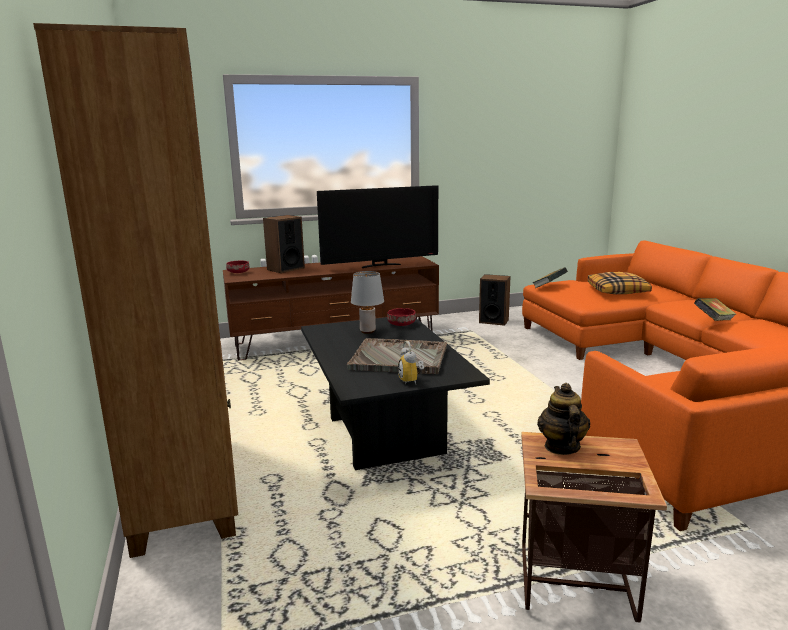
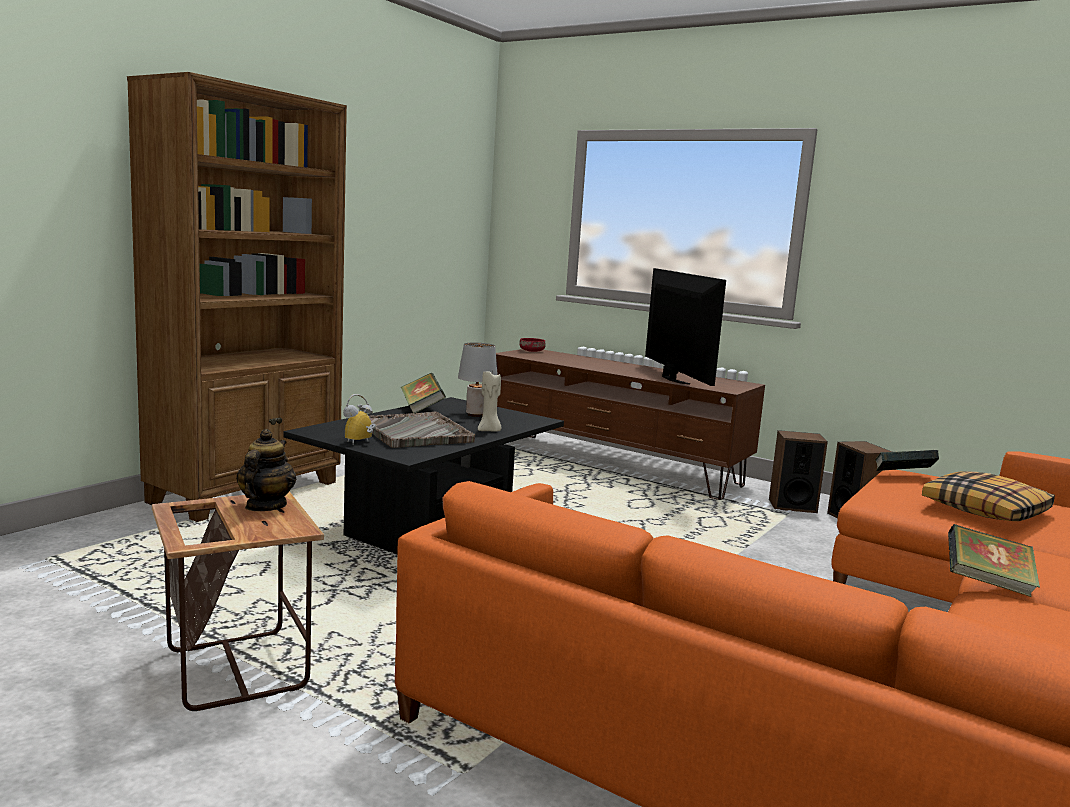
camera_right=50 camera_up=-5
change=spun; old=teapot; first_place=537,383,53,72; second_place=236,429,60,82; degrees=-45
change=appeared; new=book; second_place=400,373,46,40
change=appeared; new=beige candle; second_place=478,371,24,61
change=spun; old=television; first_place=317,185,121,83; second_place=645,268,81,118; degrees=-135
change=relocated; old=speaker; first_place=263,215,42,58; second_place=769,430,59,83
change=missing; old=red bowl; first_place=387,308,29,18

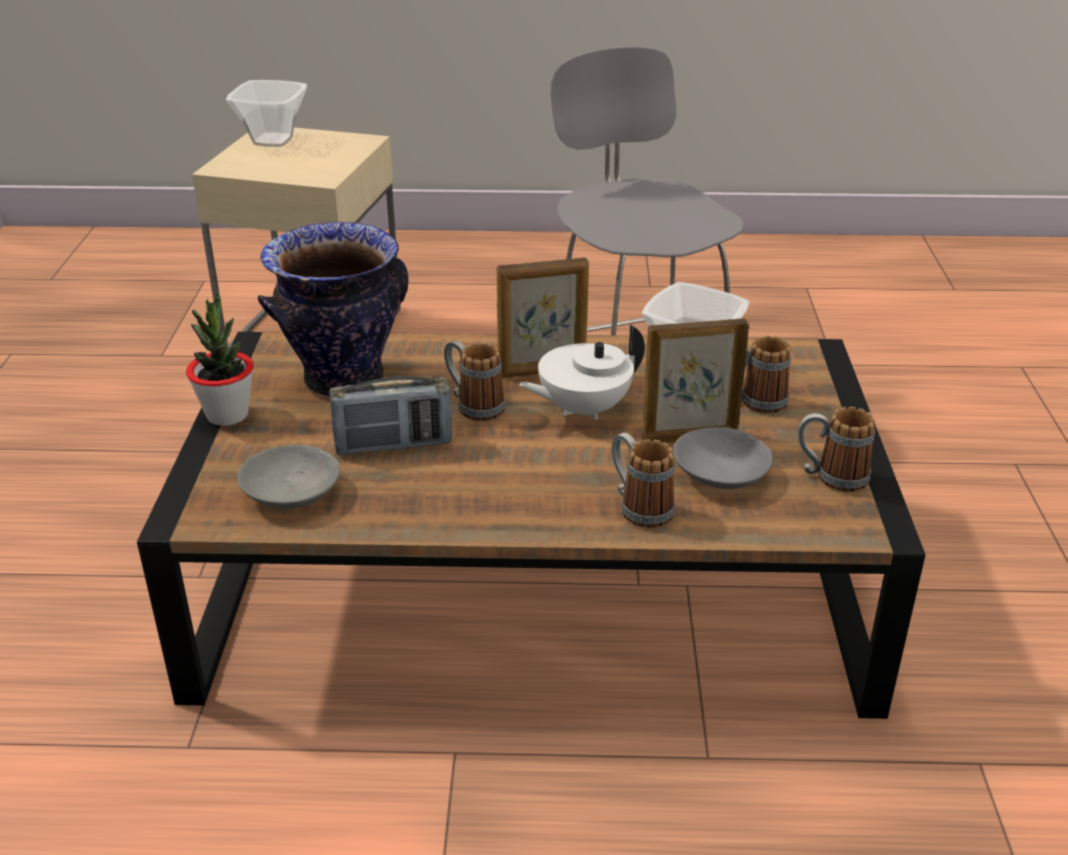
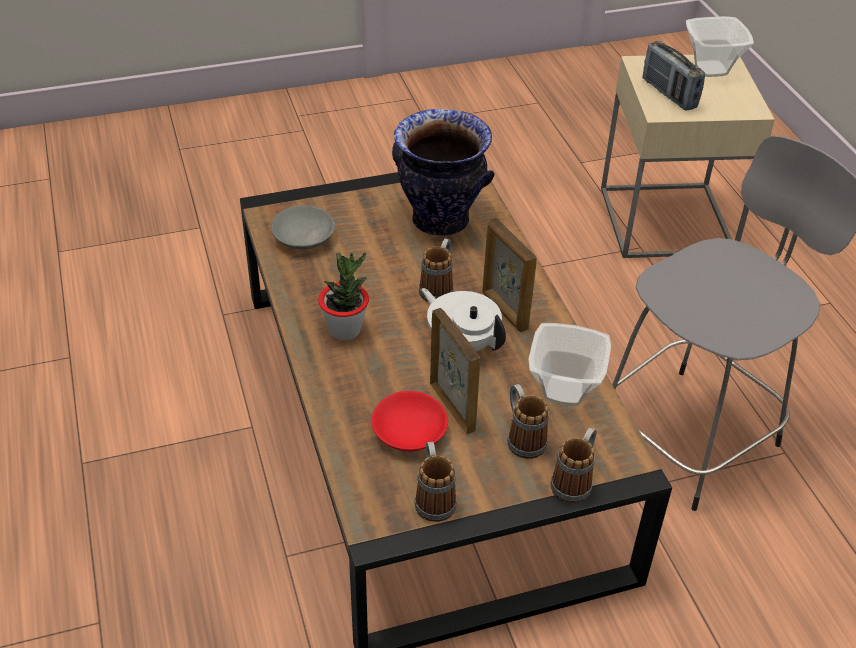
camera_right=70 camera_up=10
change=relocated; old=potted plant; first_place=186,290,68,136; second_place=318,252,51,89
change=colour; old=grey bowl; new=red bowl; first_place=673,427,99,62; second_place=372,391,76,60
change=relocated; old=mug; first_place=612,433,63,95; second_place=551,427,46,76
change=relocated; old=radio; first_place=330,376,122,79; second_place=643,41,62,70

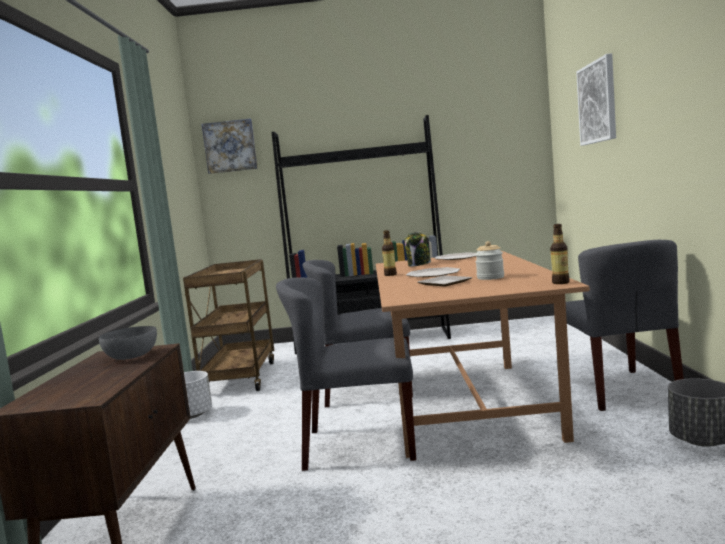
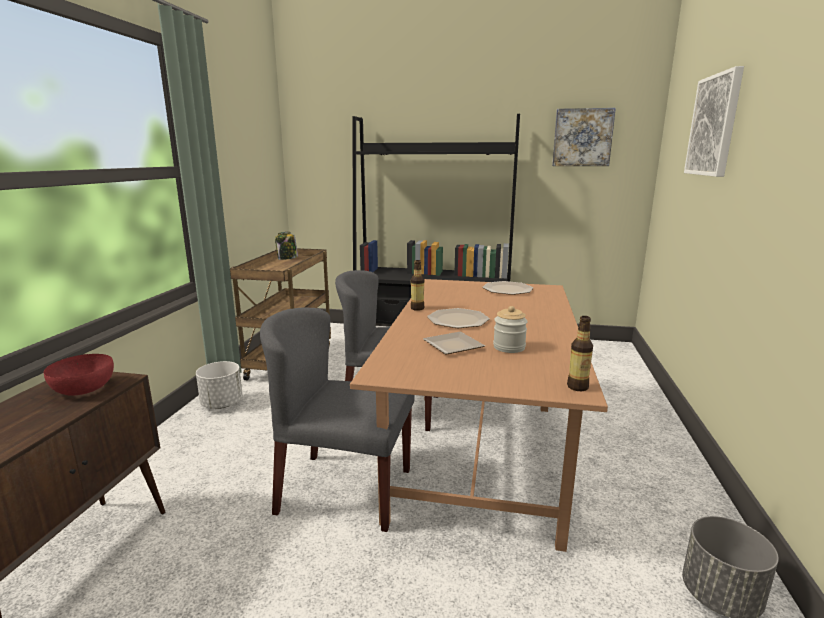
camera_right=10 camera_up=10
change=colour; old=grey bowl; new=red bowl; first_place=99,326,58,34; second_place=44,354,70,42
change=relocated; old=jar; first_place=404,232,27,35; second_place=275,232,23,28
change=relocated; old=picture; first_place=202,118,56,56; second_place=552,108,64,58
change=missing; old=grey chair; first_place=566,240,118,171

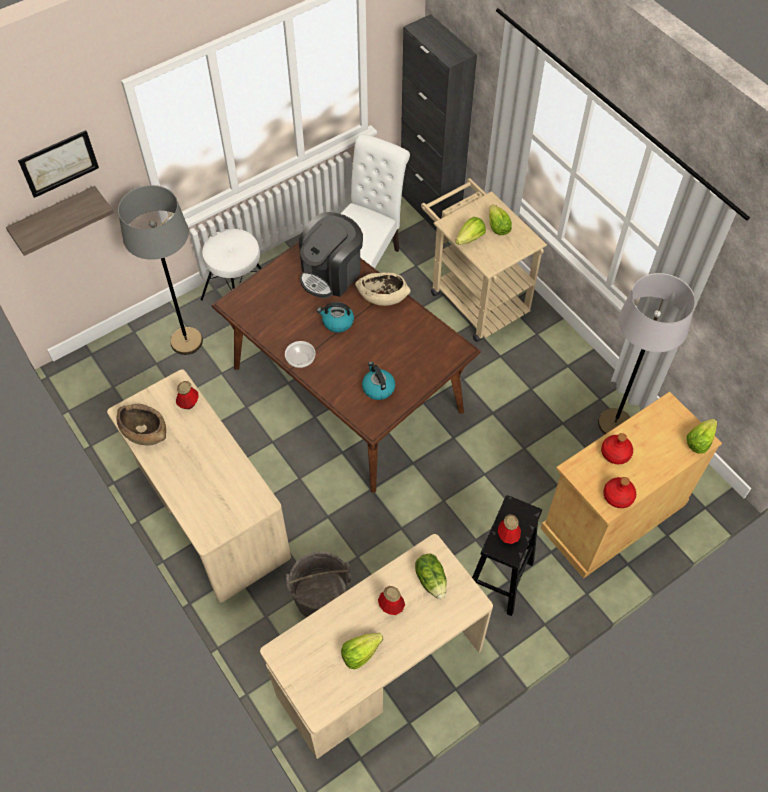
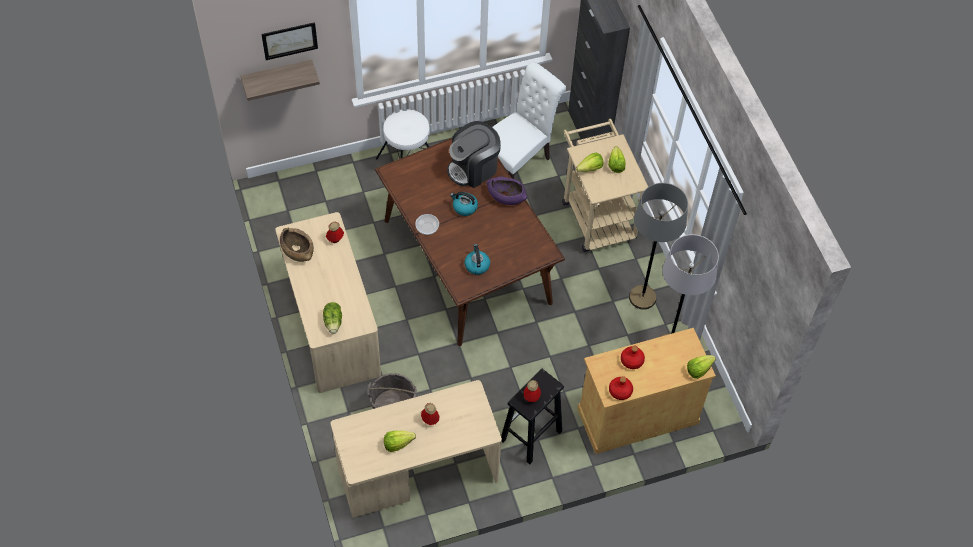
camera_right=15 camera_up=0
change=relocated; old=lettuce; first_place=415,554,32,45; second_place=323,302,19,32
change=colour; old=beige bowl; new=purple bowl; first_place=355,273,56,33; second_place=487,177,40,28
change=relocated; old=grey floor lamp; first_place=118,185,85,170; second_place=629,183,59,127

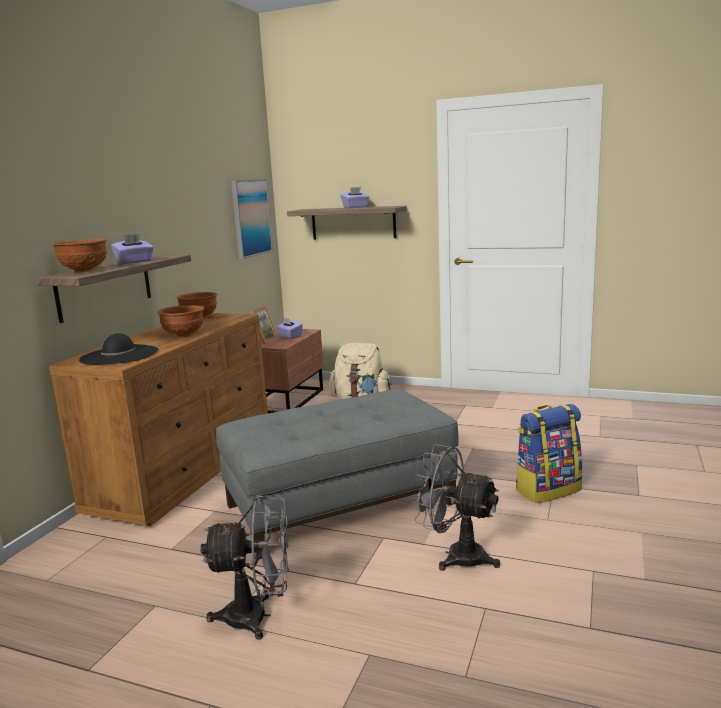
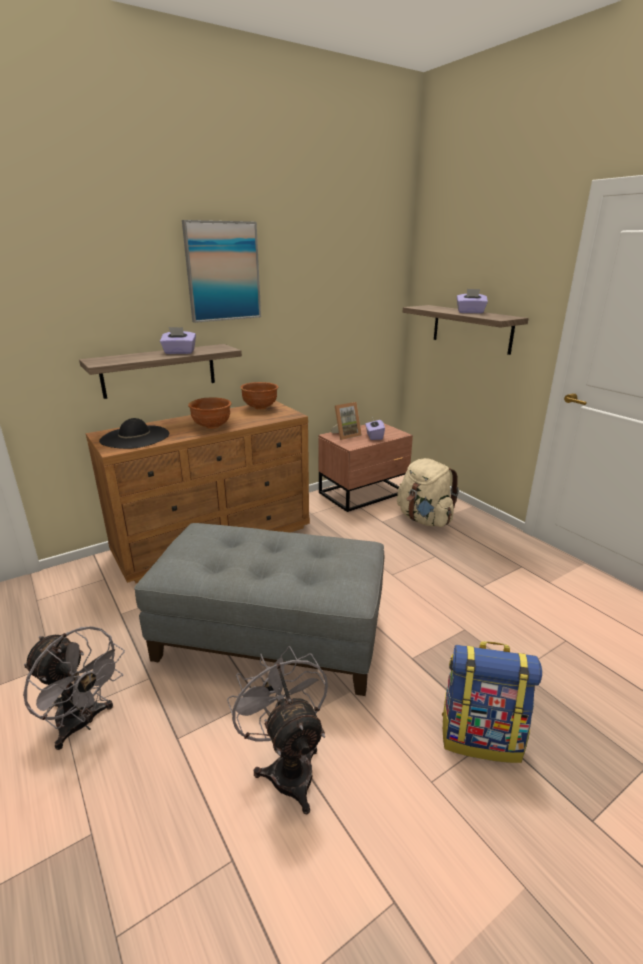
camera_right=35 camera_up=10
change=relocated; old=picture; first_place=231,179,42,80; second_place=182,220,79,103
change=missing; old=brown bowl; first_place=52,239,55,33

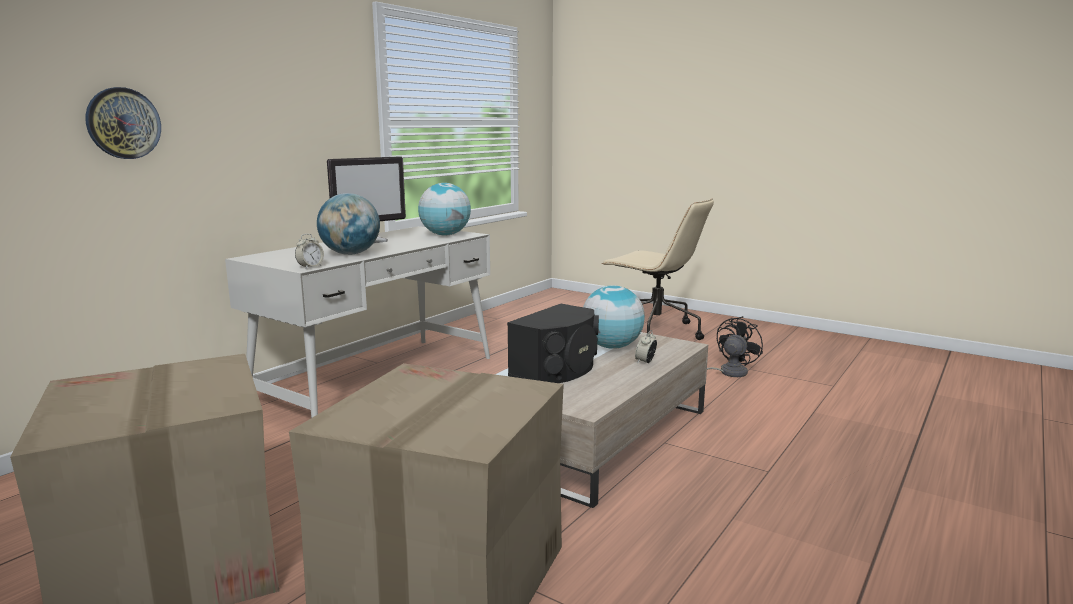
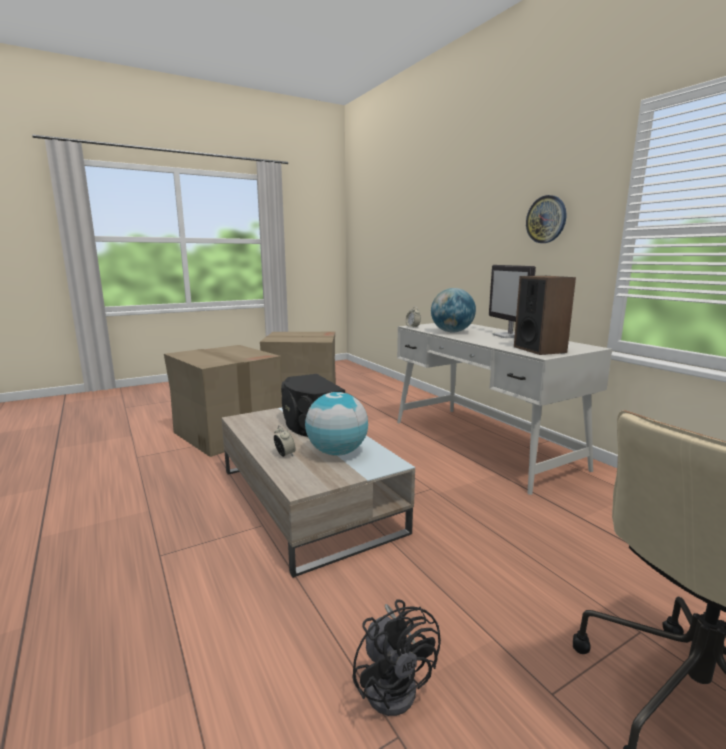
camera_right=115 camera_up=0
change=exchanged; old=globe; new=speaker; first_place=418,183,53,53; second_place=514,276,62,79
change=relocated; old=wall clock; first_place=85,87,76,72; second_place=526,195,40,48

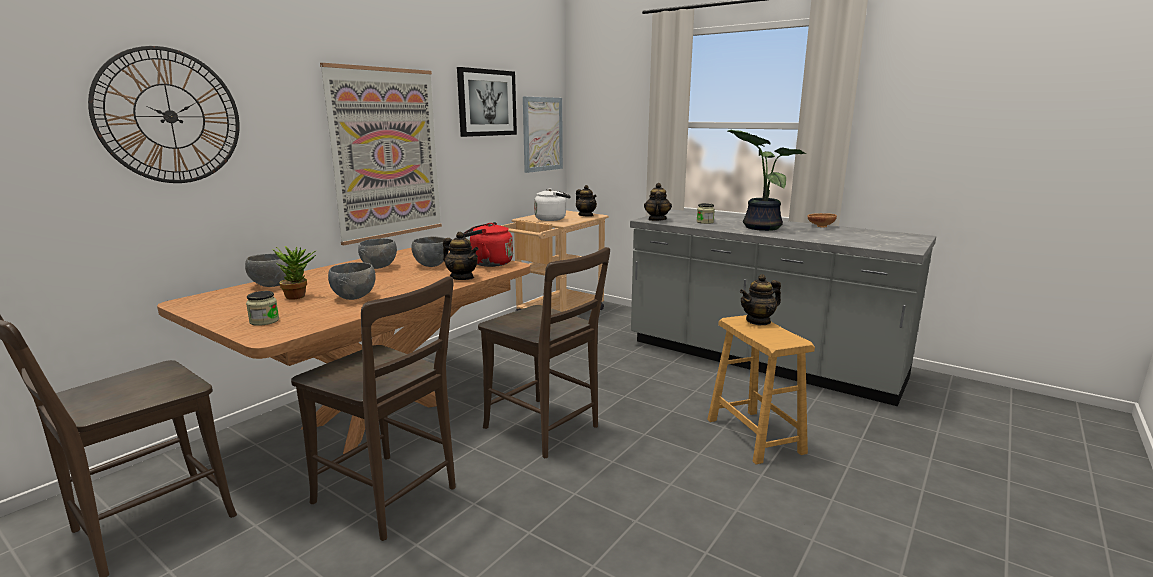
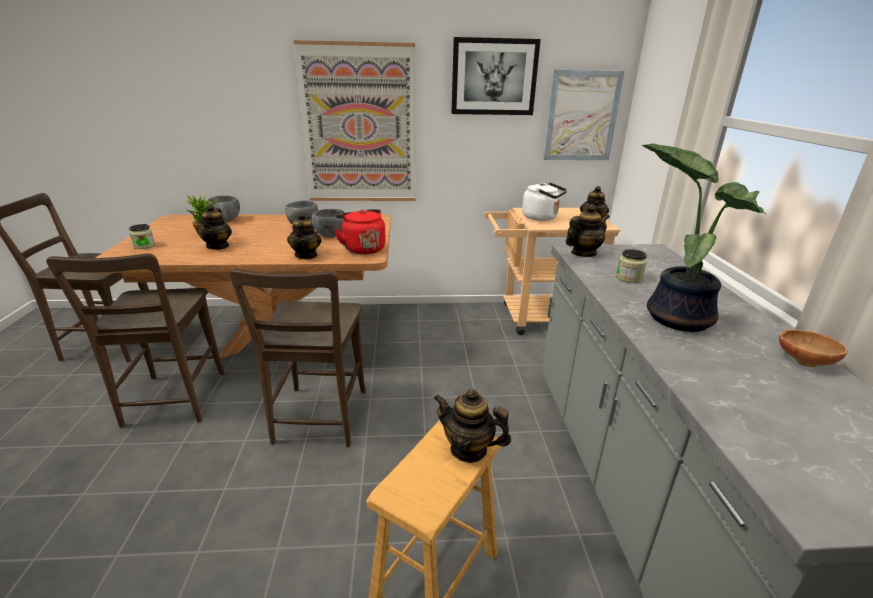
camera_right=50 camera_up=10
change=exchanged; old=grey bowl; new=teapot; first_place=328,262,48,38; second_place=197,205,35,45
change=missing; old=wall clock; first_place=88,46,152,137

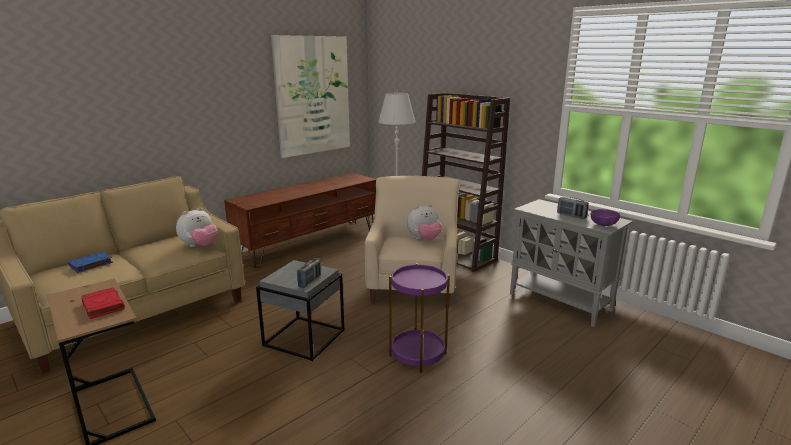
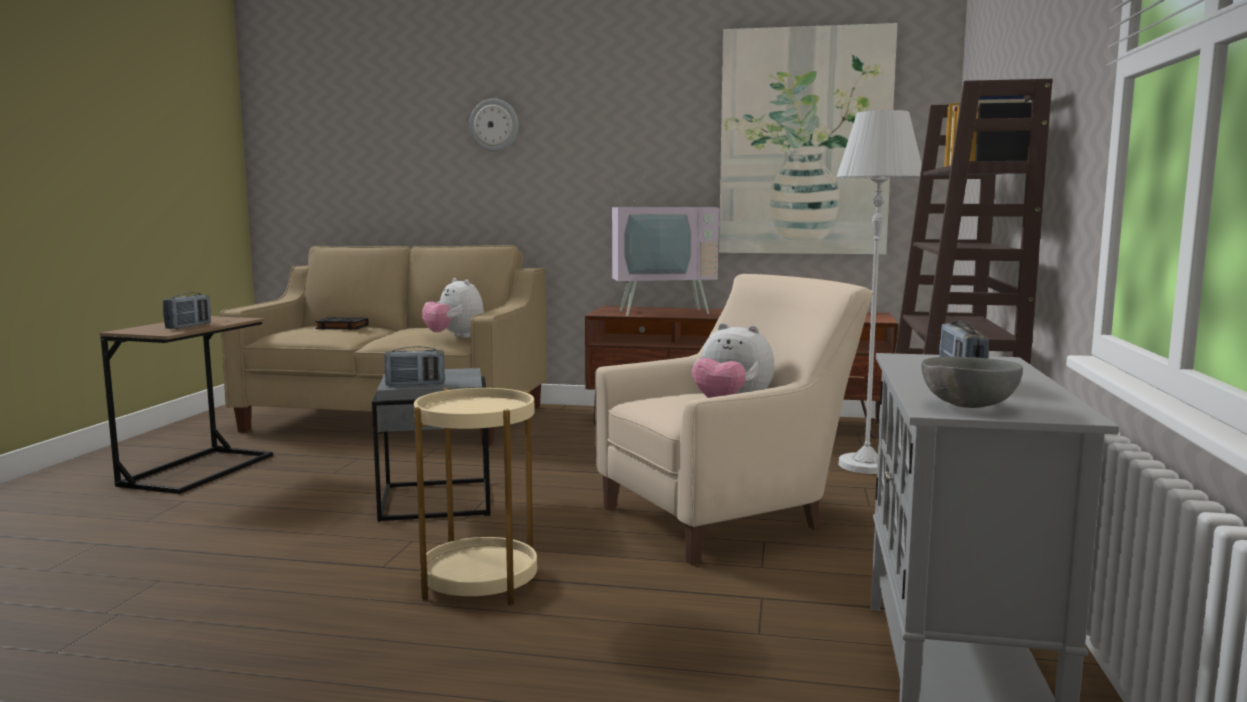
camera_right=55 camera_up=-10
change=exchanged; old=red book; new=radio; first_place=81,288,44,31; second_place=163,292,48,37
change=colour; old=blue book; new=black book; first_place=68,252,45,21; second_place=315,317,54,13
change=colour; old=purple side table; new=beige side table; first_place=389,263,61,110; second_place=414,388,123,217
change=spun; old=plush toy; first_place=176,207,42,40; second_place=422,278,62,60; degrees=45
change=appeared; new=wall clock; second_place=469,98,50,53
change=appeared; new=television; second_place=610,166,109,150
change=colour; old=purple bowl; new=grey bowl; first_place=591,209,29,17; second_place=921,357,102,51

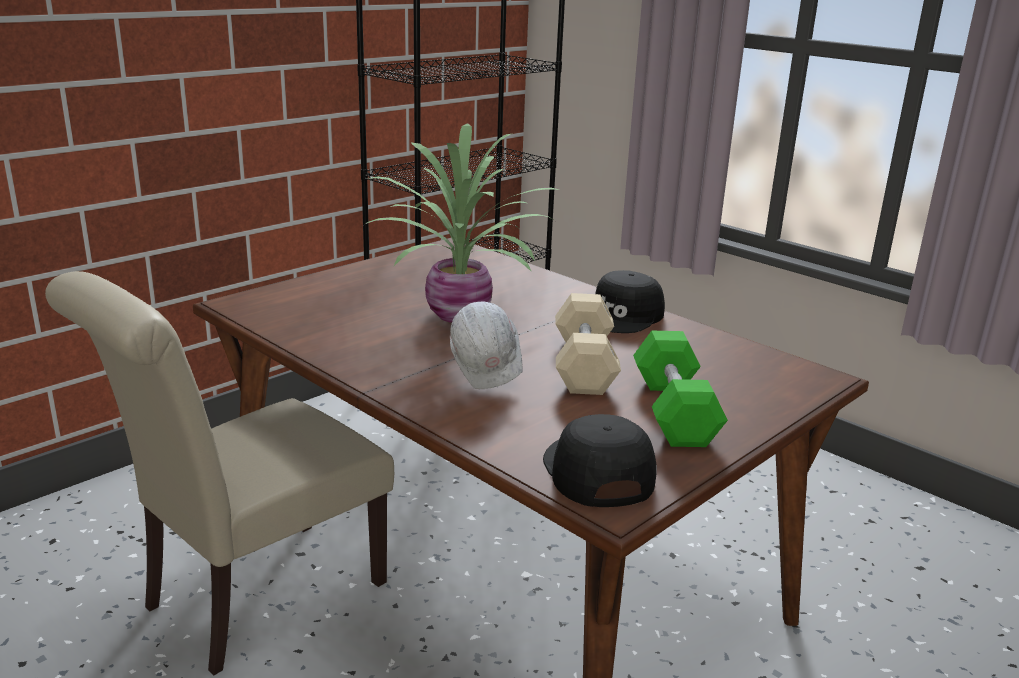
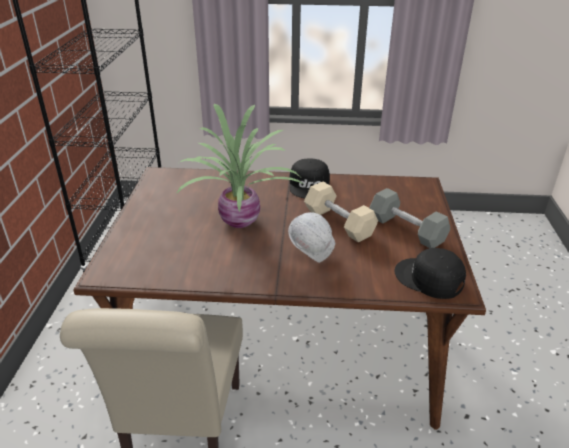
camera_right=-40 camera_up=10
change=colour; old=green dumbbell; new=grey dumbbell; first_place=633,331,95,116; second_place=370,188,80,60

